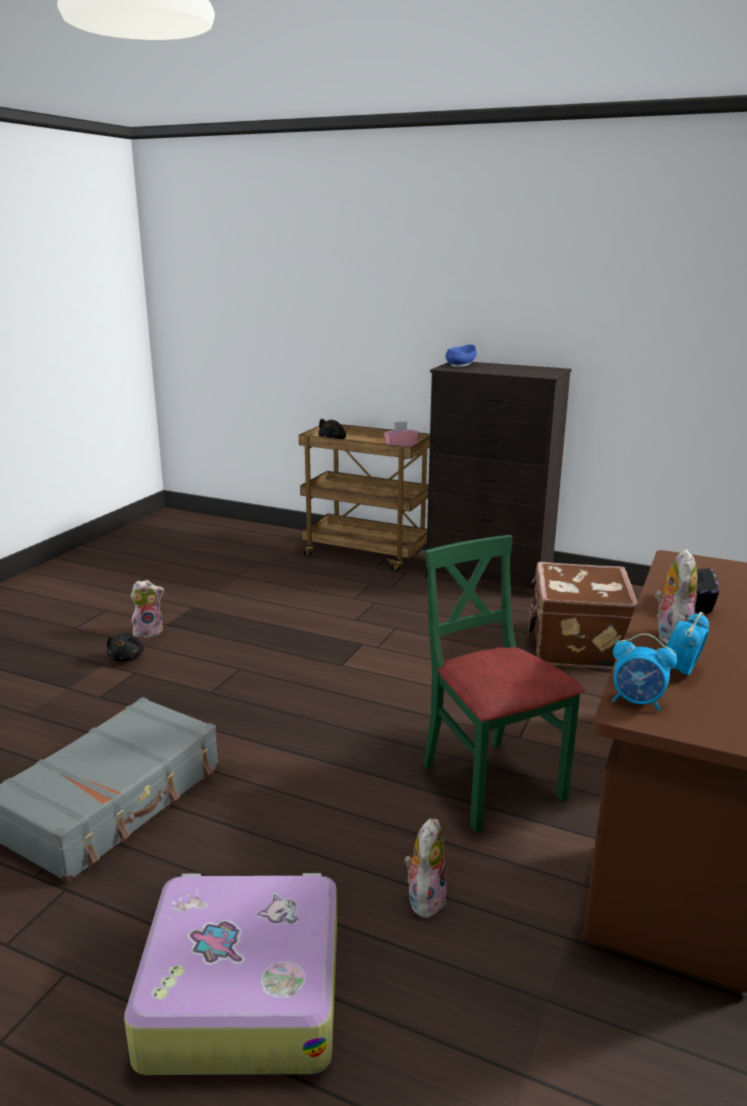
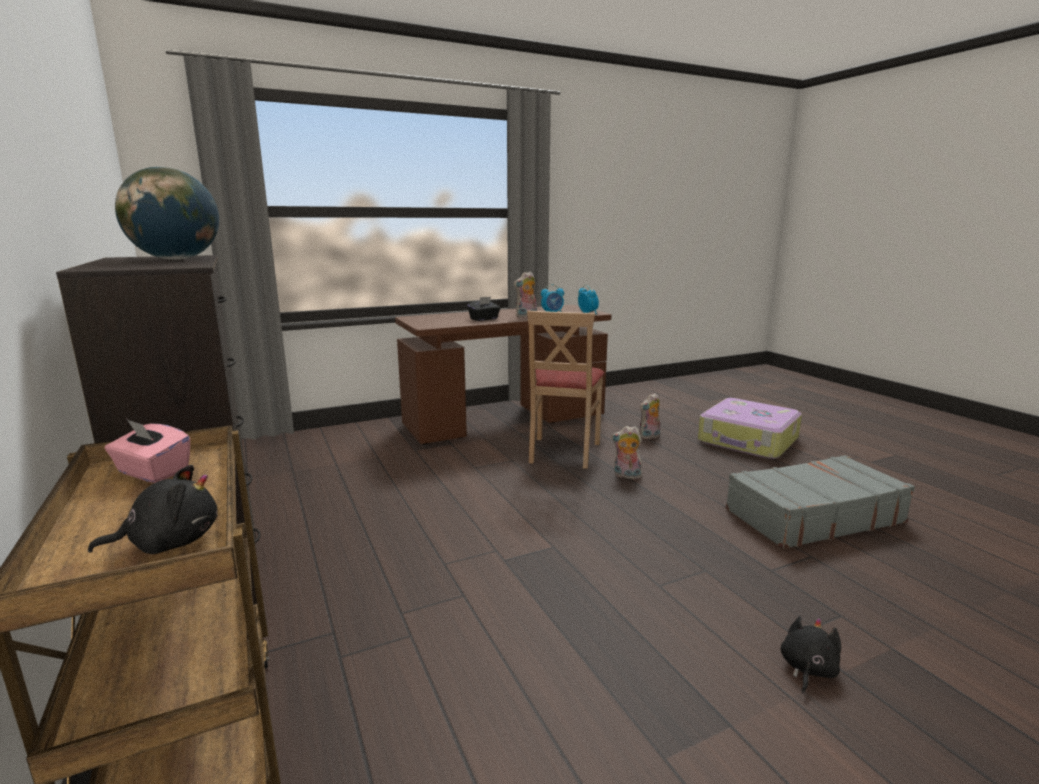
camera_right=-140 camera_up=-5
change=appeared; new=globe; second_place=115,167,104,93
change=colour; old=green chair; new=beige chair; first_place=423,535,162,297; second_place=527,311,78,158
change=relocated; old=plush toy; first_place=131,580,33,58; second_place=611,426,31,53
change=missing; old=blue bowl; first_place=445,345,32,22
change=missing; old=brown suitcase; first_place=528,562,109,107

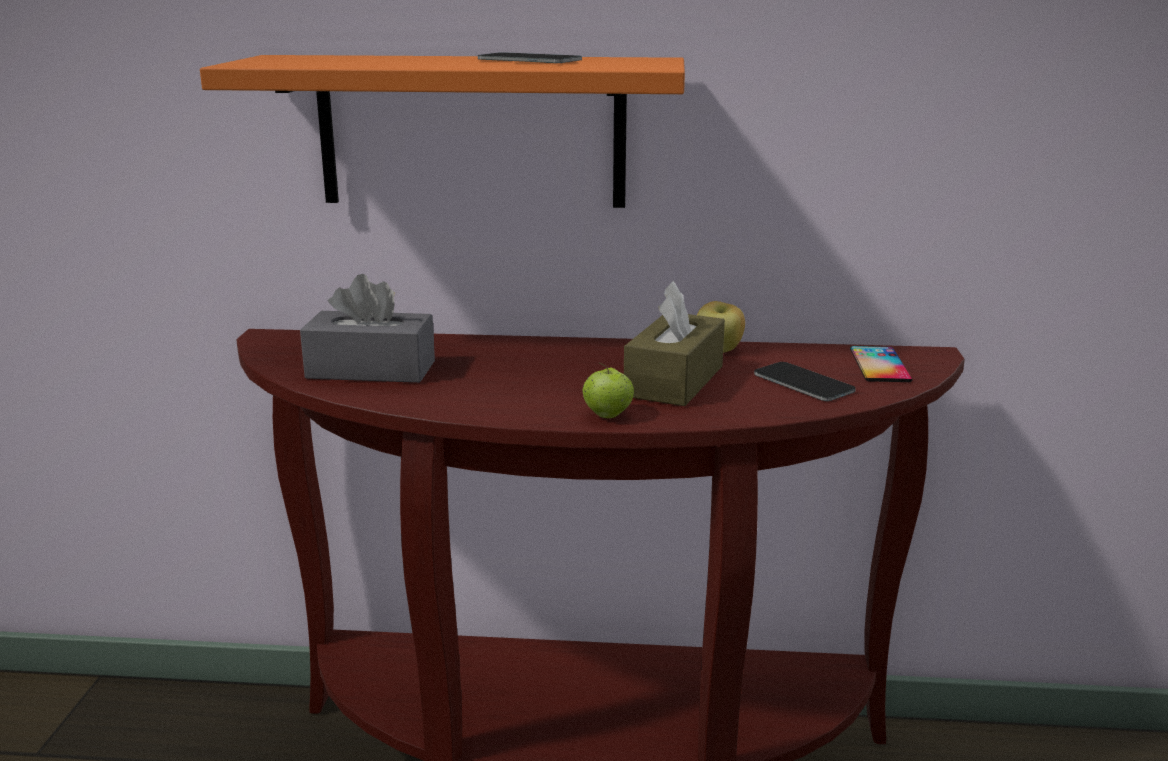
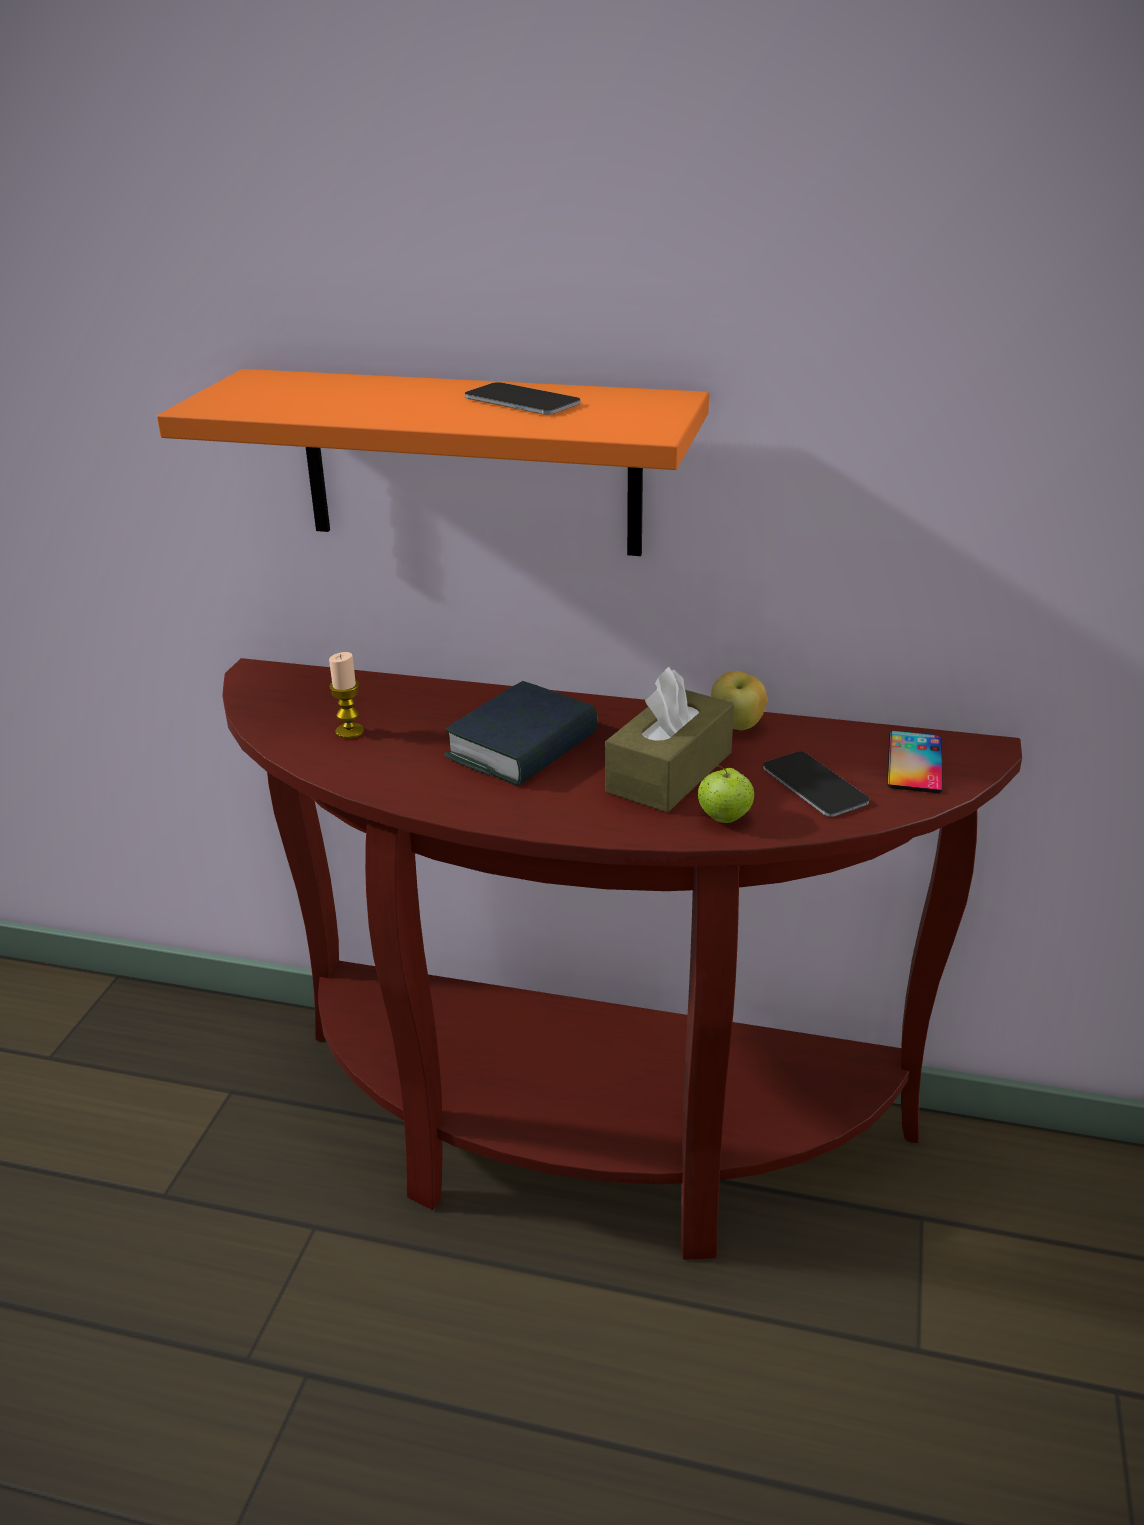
camera_right=10 camera_up=10
change=exchanged; old=grey tissue box; new=candle; first_place=300,274,135,109; second_place=329,652,35,87
change=appeared; new=book; second_place=444,681,154,105
change=relocated; old=apple; first_place=583,363,51,55; second_place=698,765,57,58

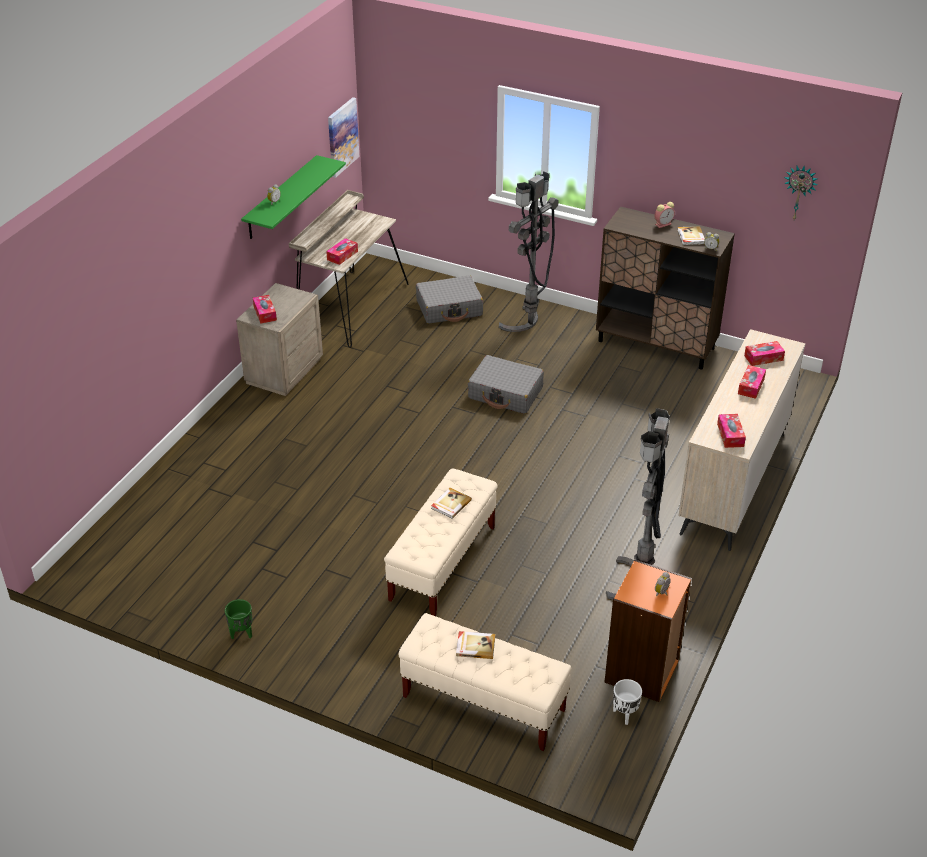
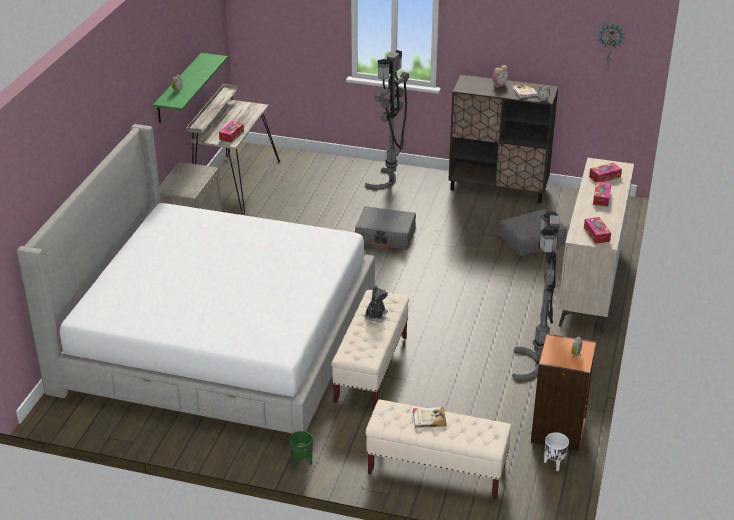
camera_right=-10 camera_up=-5
change=appeared; new=bed; second_place=16,124,359,310
change=relocated; old=green planter; first_place=225,599,28,40; second_place=289,431,24,36
change=exchanged; old=book; new=plush toy; first_place=431,488,41,31; second_place=365,285,23,37
change=relocated; old=grey suitcase; first_place=416,276,67,48; second_place=499,209,68,47
change=missing; old=tissue box; first_place=253,295,24,29
change=missing; old=picture; first_place=328,97,31,81

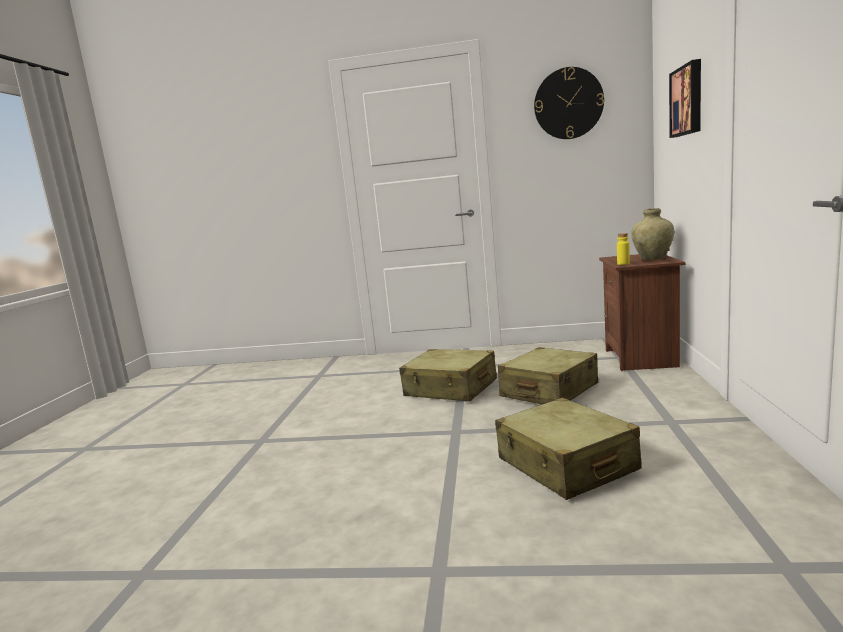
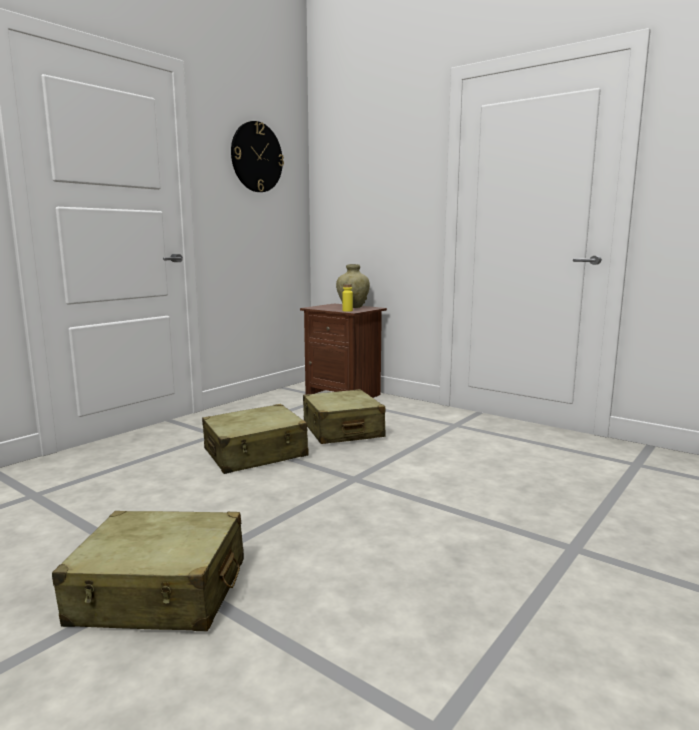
camera_right=-60 camera_up=0
change=relocated; old=beige suitcase; first_place=495,398,147,102; second_place=52,511,192,120
change=missing; old=picture; first_place=669,59,32,79

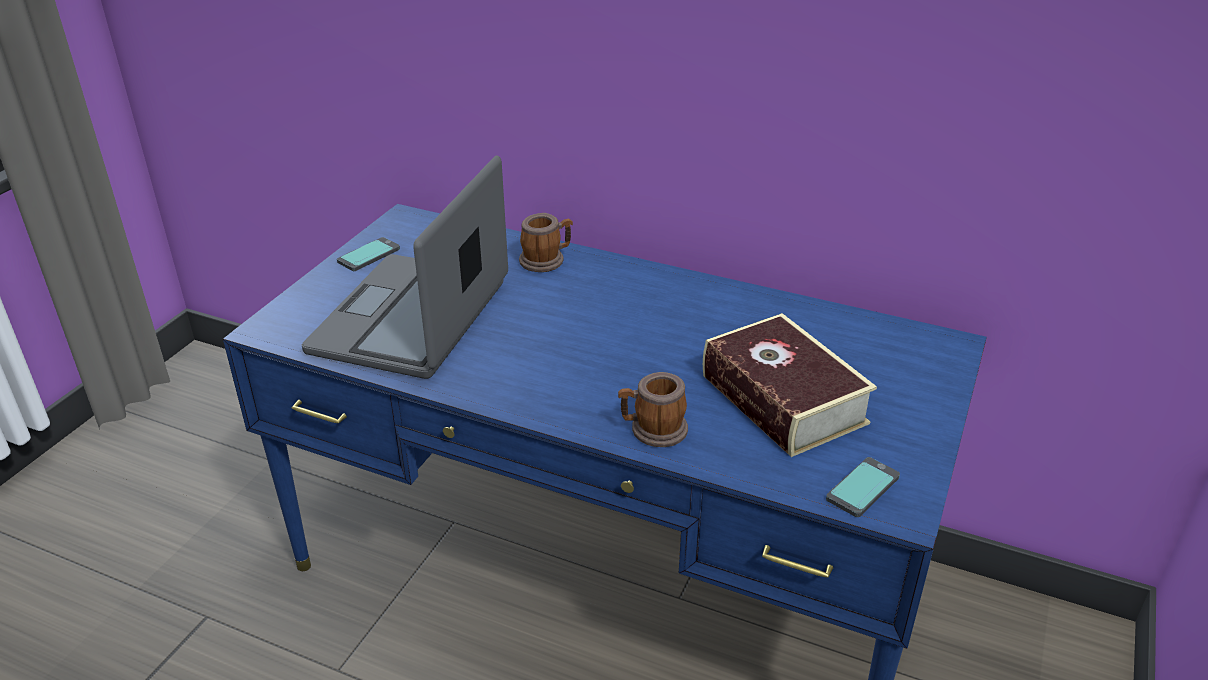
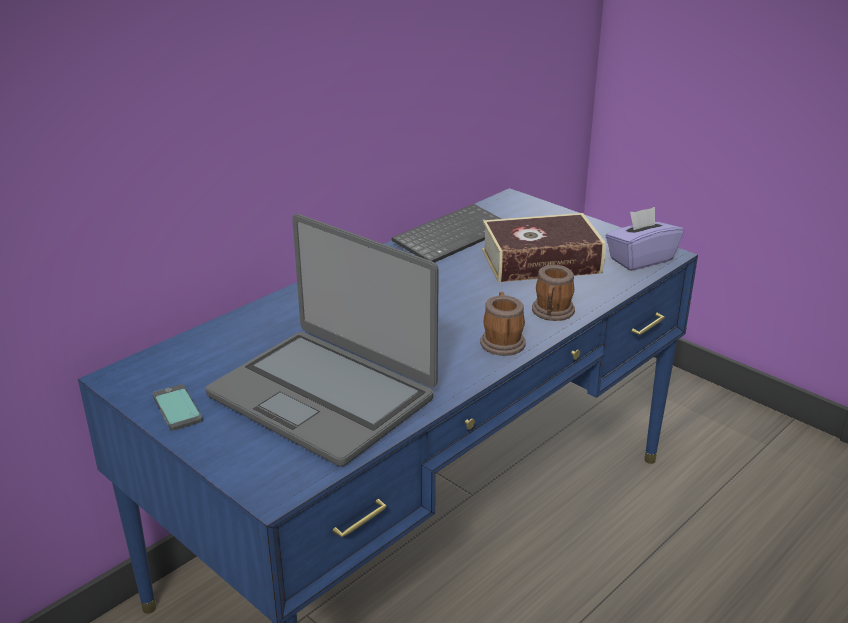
camera_right=-70 camera_up=-5
change=appeared; new=keyboard; second_place=392,204,109,58
change=relocated; old=mug; first_place=519,213,54,59; second_place=480,292,46,64
change=exchanged; old=phone; new=purple tissue box; first_place=826,457,74,60; second_place=605,207,79,64

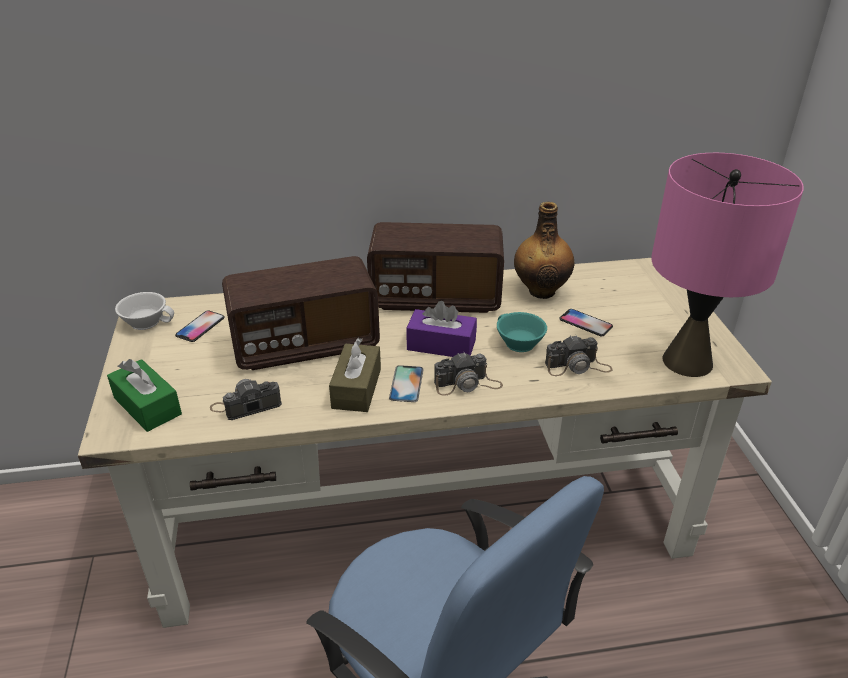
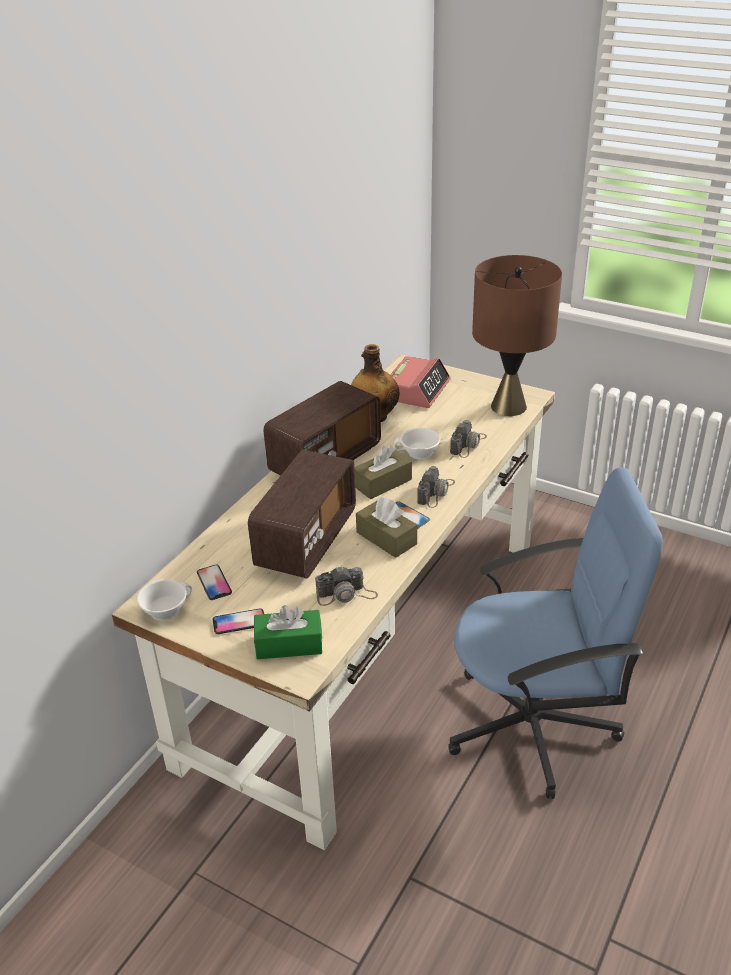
camera_right=-50 camera_up=0
change=relocated; old=phone; first_place=559,309,54,27; second_place=213,609,51,25
change=spun; old=photo camera; first_place=210,379,72,41; second_place=315,567,63,39; degrees=-120
change=colour; old=purple tissue box; new=brown tissue box; first_place=406,301,71,56; second_place=355,445,57,54
change=appeared; new=alarm clock; second_place=390,356,61,52
change=colour; old=turquoise cup; new=white cup; first_place=497,312,50,40; second_place=394,428,46,31
change=colour; old=pink table lamp; new=brown table lamp; first_place=651,153,153,224; second_place=472,255,90,161

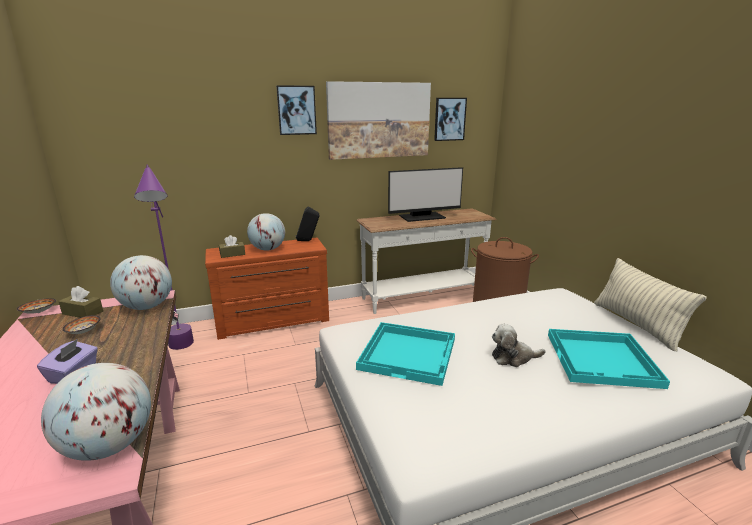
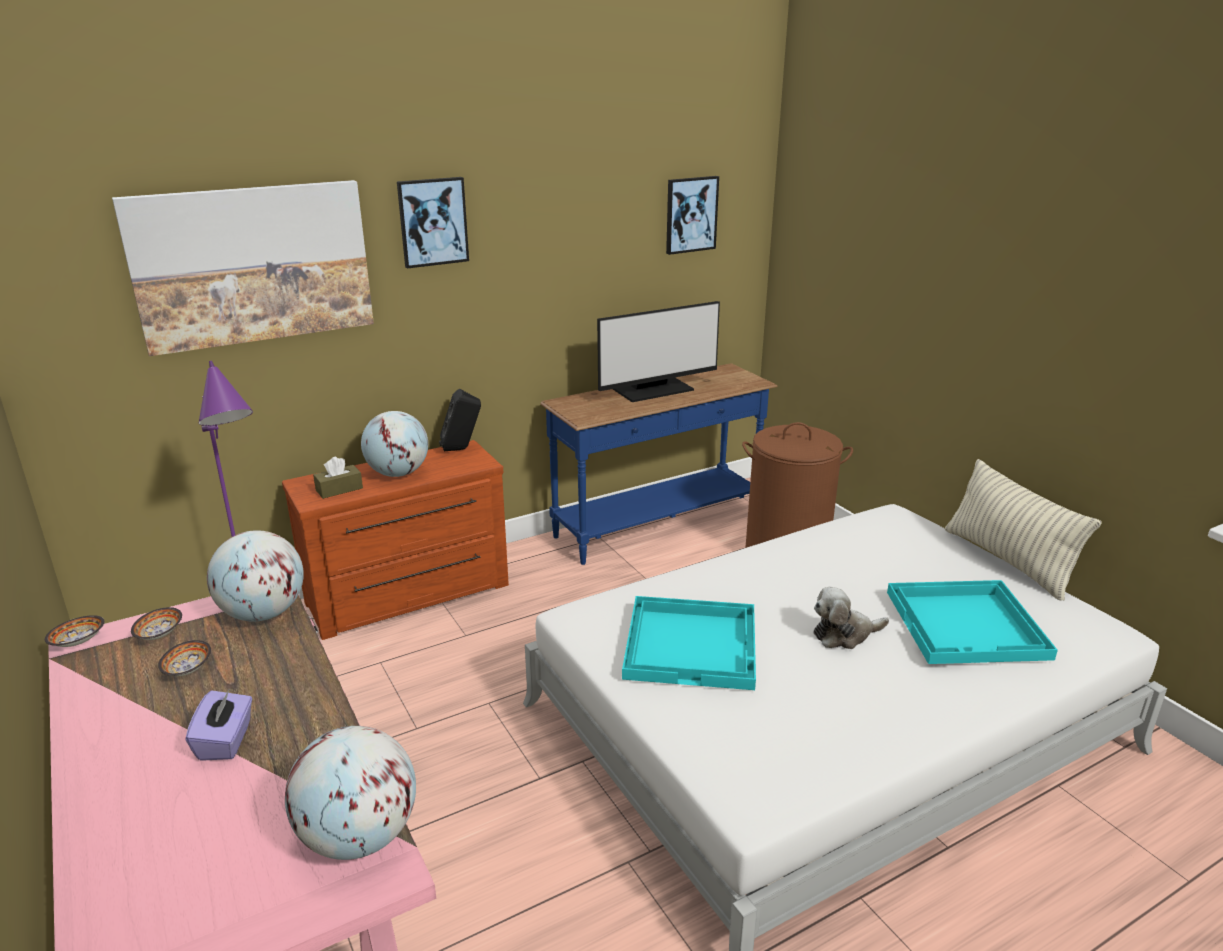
camera_right=-10 camera_up=5
change=relocated; old=picture; first_place=326,81,105,79; second_place=112,180,262,176
change=exchanged; old=brown tissue box; new=bowl; first_place=58,286,45,32; second_place=131,607,51,33
change=colour; old=white console table; new=blue console table; first_place=357,208,140,106; second_place=540,363,238,202

